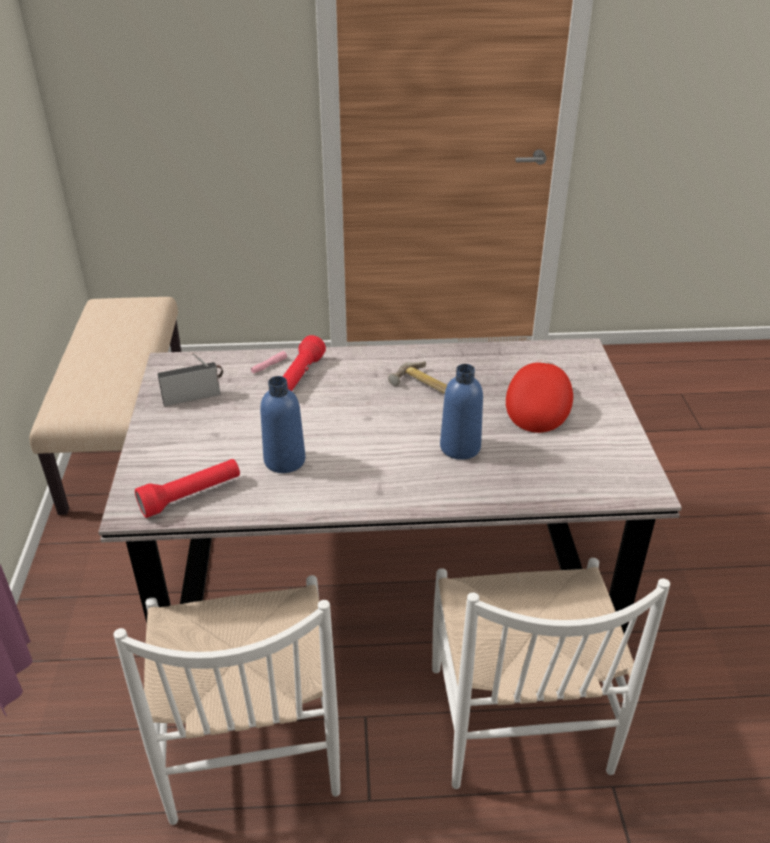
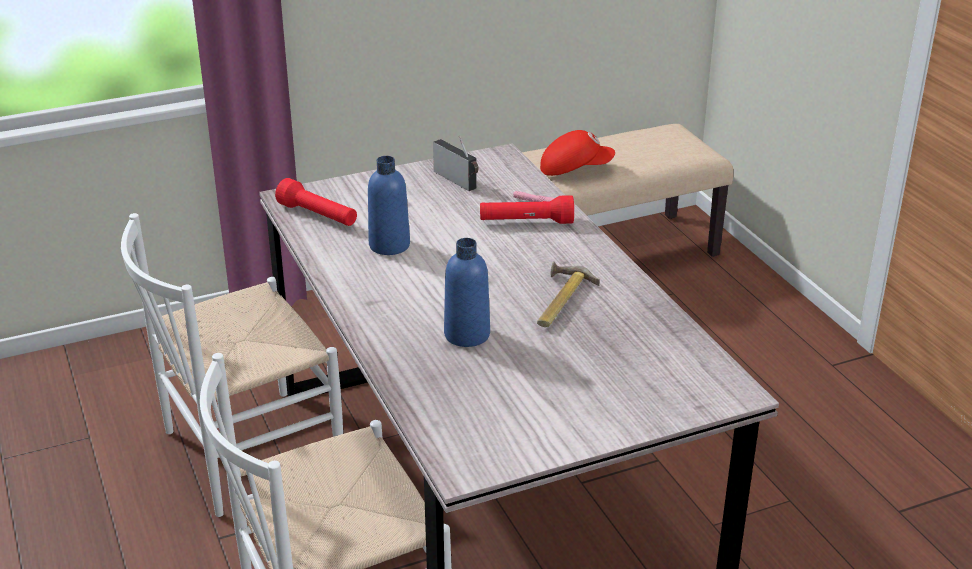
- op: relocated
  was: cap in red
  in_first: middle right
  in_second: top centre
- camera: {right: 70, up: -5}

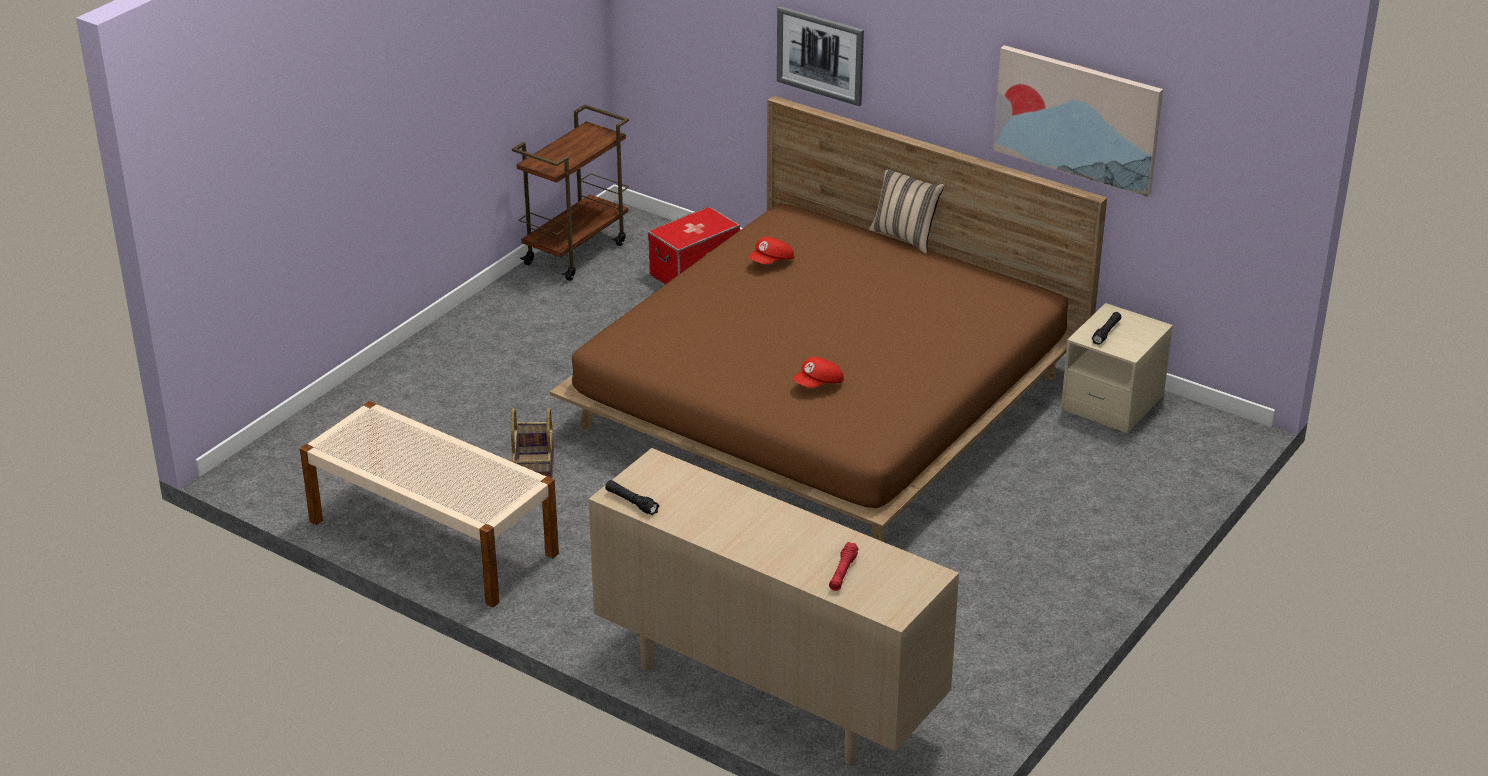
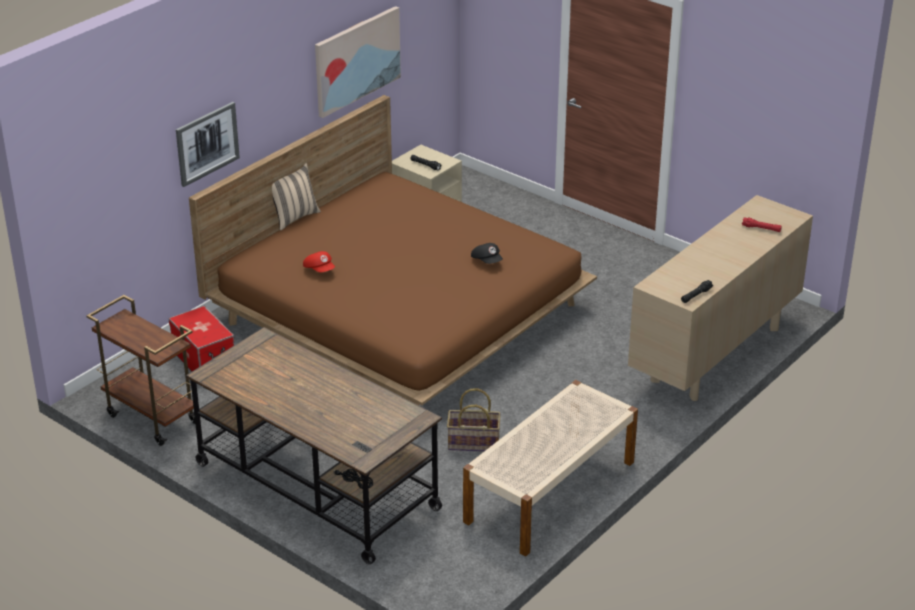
- op: colour
  was: cap in red (no. 2 from left)
  now: cap in black
  in_first: centre
  in_second: centre
- op: appeared
  now: desk in brown
  in_second: bottom centre
- camera: {right: -85, up: 0}

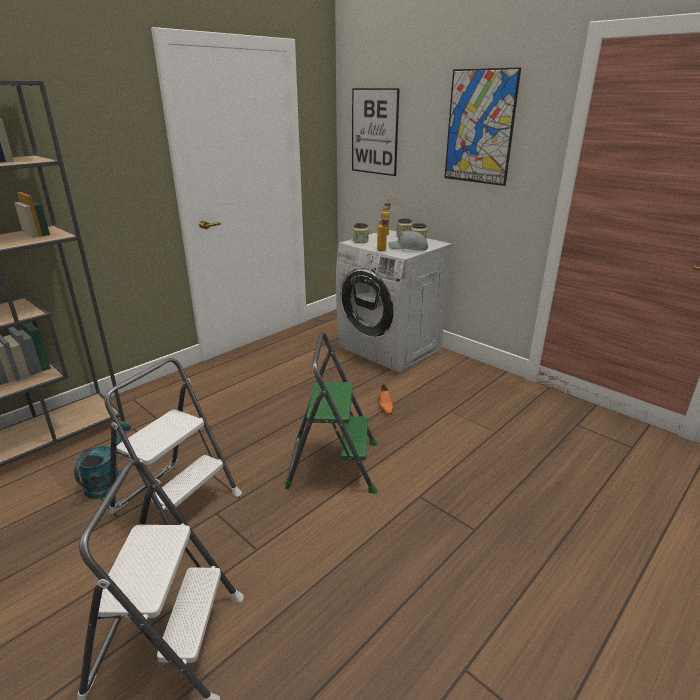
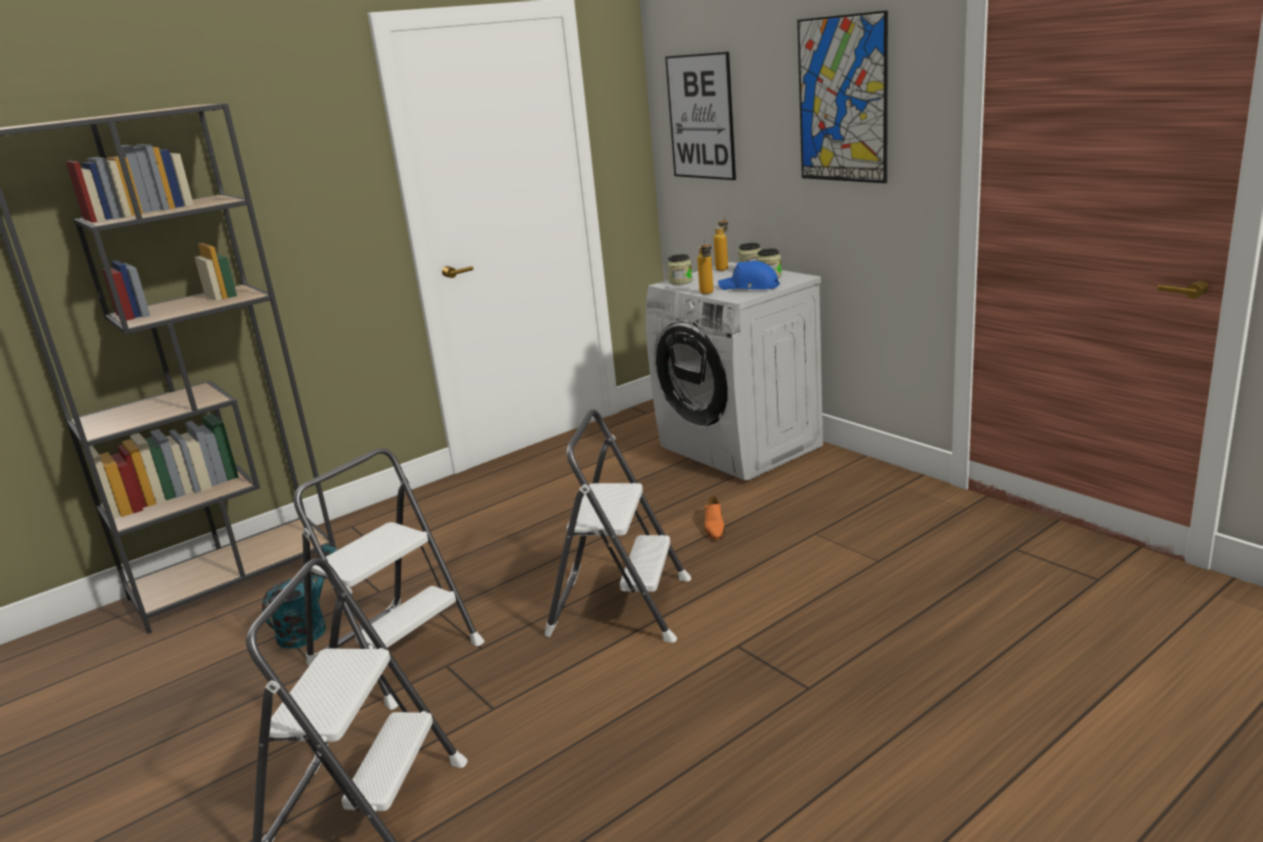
- op: colour
  was: cap in grey
  now: cap in blue
  in_first: centre
  in_second: top centre
- op: colour
  was: step ladder in green
  now: step ladder in white (no. 3 from left)
  in_first: centre
  in_second: centre
- camera: {right: 10, up: -5}

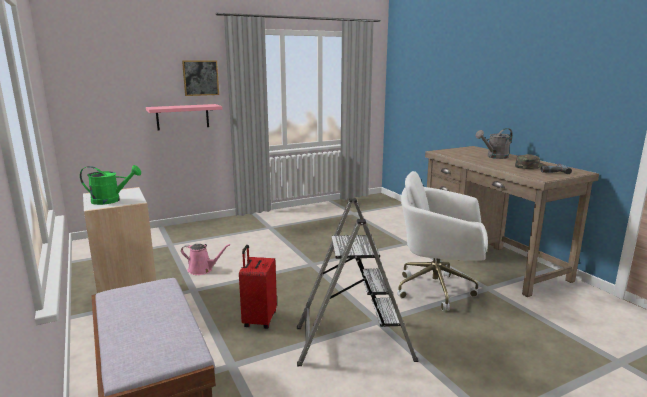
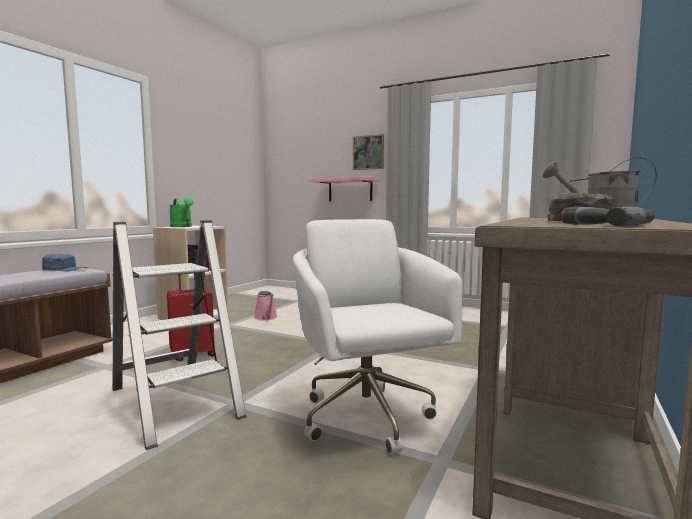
- op: appeared
  now: cap in blue
  in_second: middle left
- camera: {right: 55, up: -10}

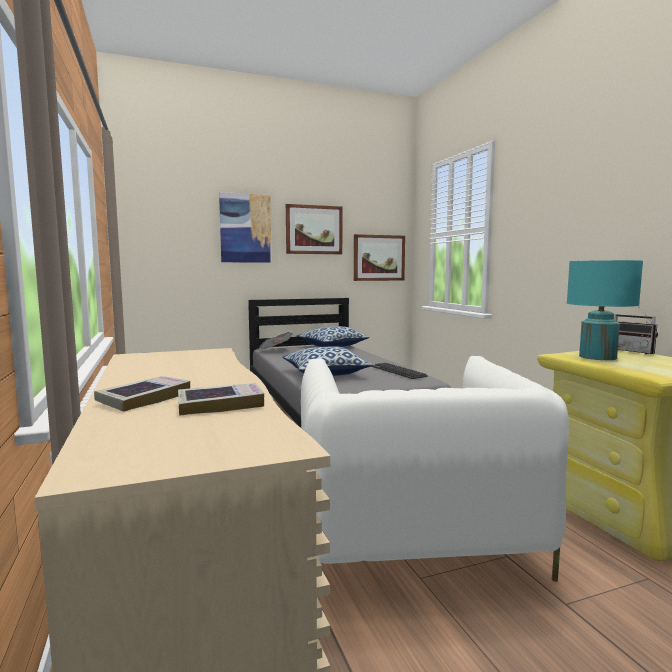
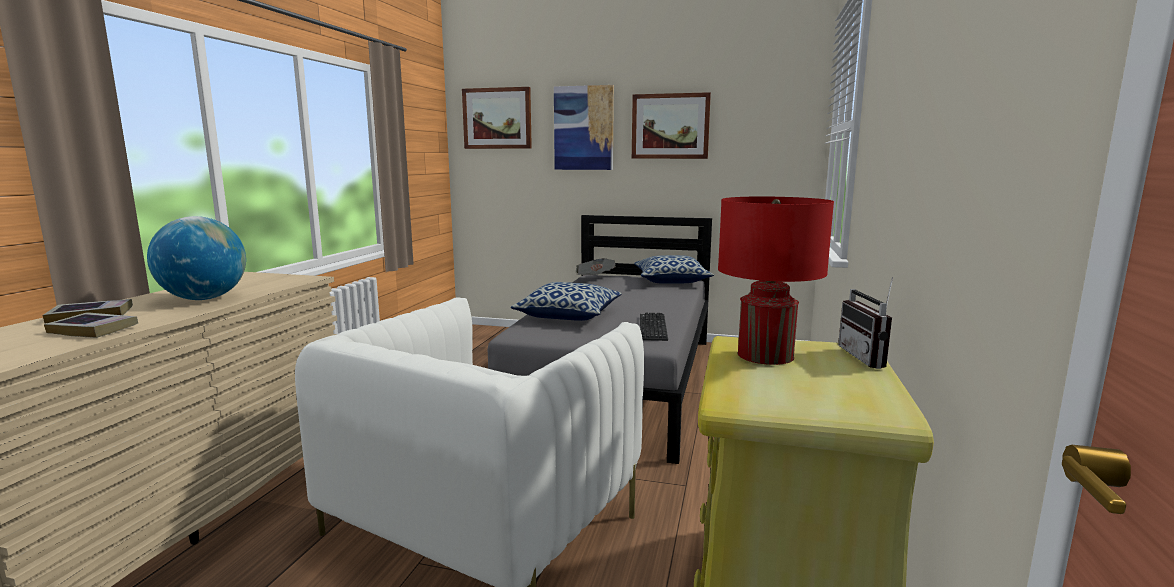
- op: relocated
  was: picture (no. 3 from left in the first image)
  now: picture (no. 1 from left)
  in_first: centre
  in_second: top centre
- op: colour
  was: table lamp in turquoise
  now: table lamp in red
  in_first: middle right
  in_second: centre
- op: appeared
  now: globe
  in_second: middle left
- camera: {right: 35, up: 5}

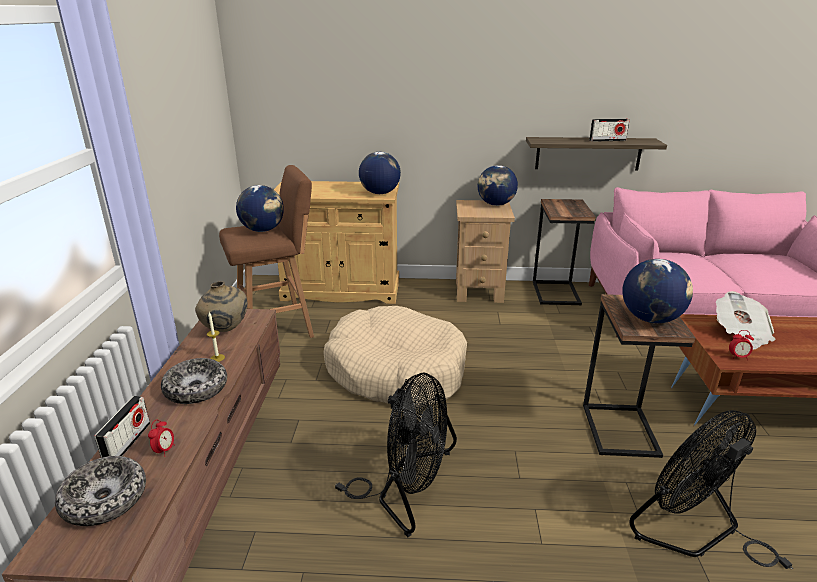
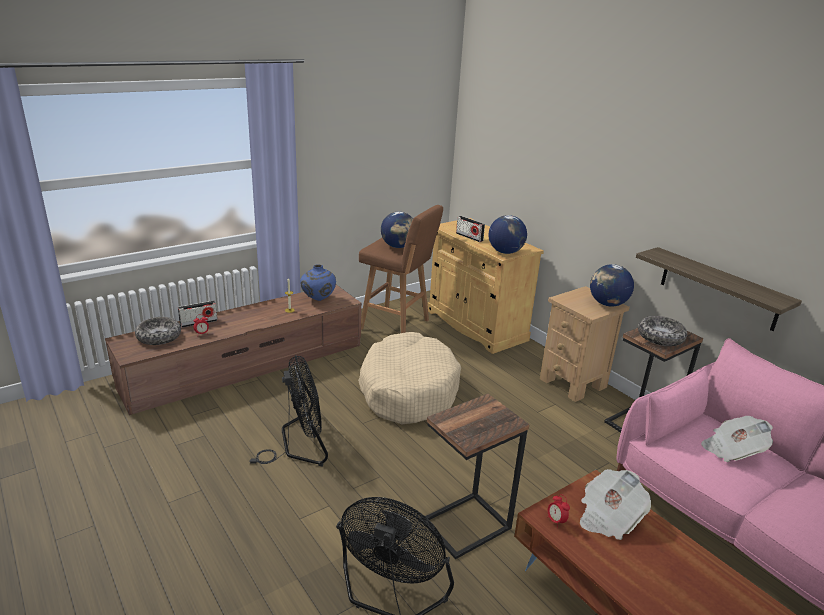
- op: relocated
  was: radio (no. 2 from left)
  in_first: top right
  in_second: centre
- op: missing
  was: globe (no. 4 from left)
  in_first: middle right
- op: colour
  was: vase in beige
  now: vase in blue
  in_first: middle left
  in_second: centre
- op: relocated
  was: bowl (no. 2 from left)
  in_first: middle left
  in_second: middle right
- op: spun
  was: fan in black (no. 1 from left)
  in_first: bottom centre
  in_second: bottom centre
  clockwise: -90
- op: appeared
  now: newspaper (no. 2 from left)
  in_second: bottom right
- camera: {right: 50, up: 0}

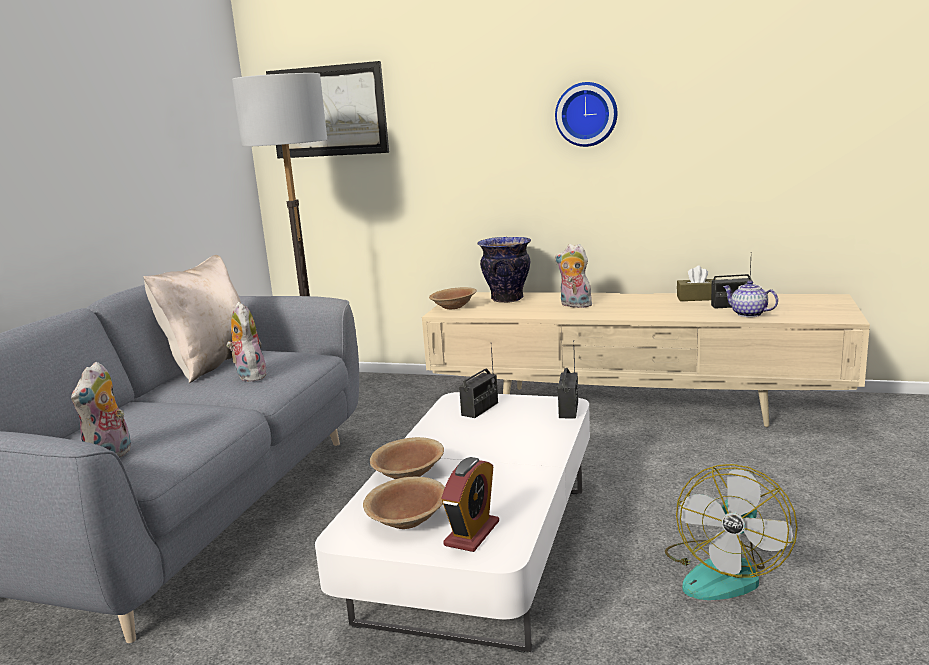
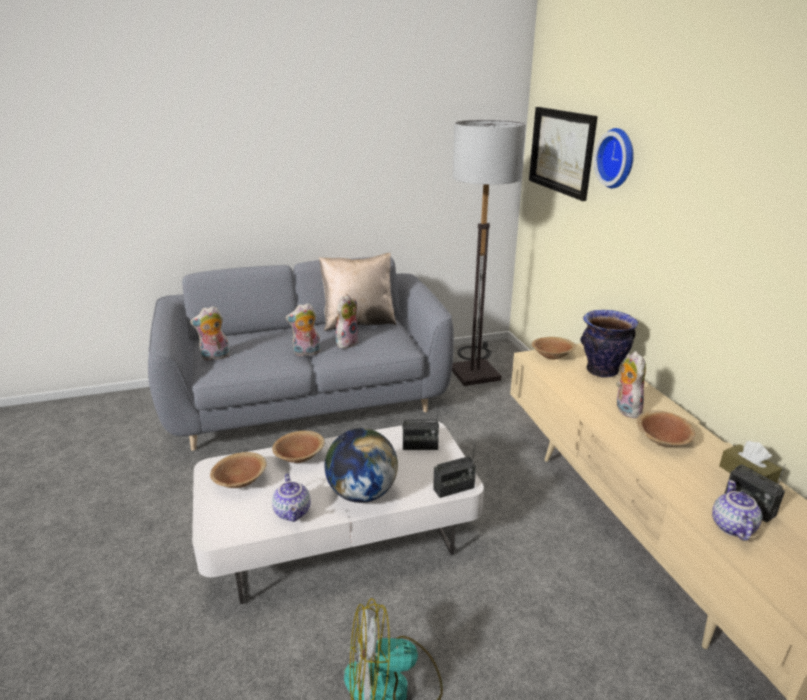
- op: relocated
  was: wall clock
  in_first: top centre
  in_second: top right
- op: missing
  was: alarm clock
  in_first: bottom centre
- op: appeared
  now: plush toy (no. 2 from left)
  in_second: centre
- op: appeared
  now: bowl in brown (no. 4 from left)
  in_second: middle right
- op: appeared
  now: globe
  in_second: centre
- op: appeared
  now: teapot (no. 1 from left)
  in_second: bottom centre
- camera: {right: 55, up: 10}

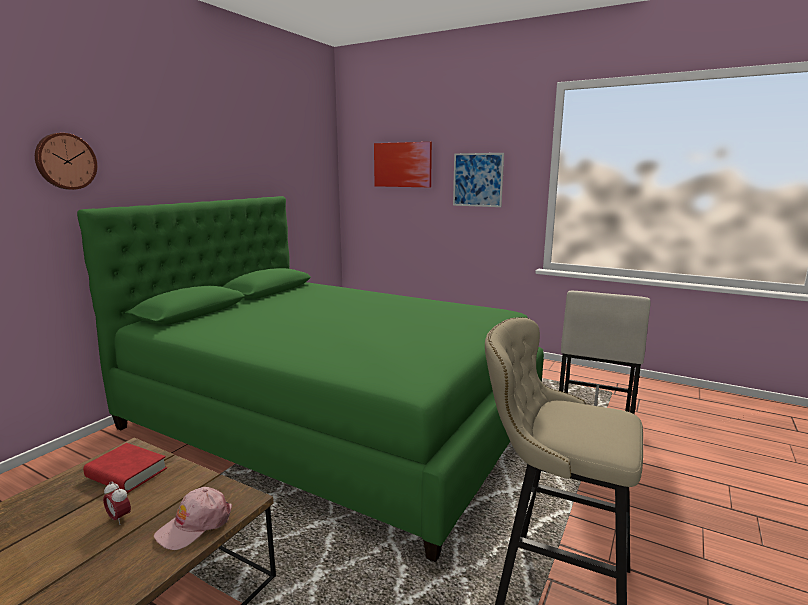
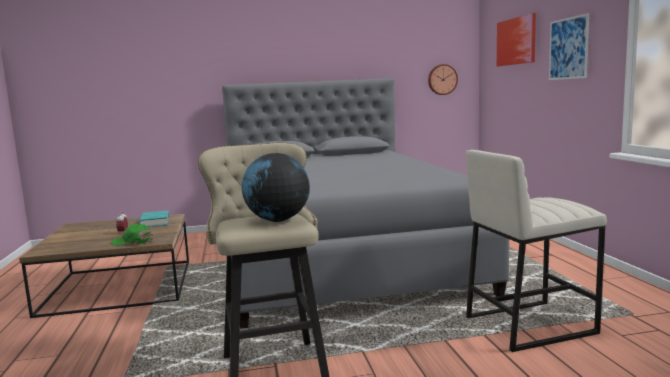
- op: relocated
  was: wall clock
  in_first: top left
  in_second: top centre
- op: colour
  was: bed in green
  now: bed in grey
  in_first: centre
  in_second: centre
- op: colour
  was: book in red
  now: book in turquoise
  in_first: bottom left
  in_second: middle left
- op: colour
  was: cap in pink
  now: cap in green
  in_first: bottom left
  in_second: middle left
- op: appeared
  now: globe
  in_second: centre
- camera: {right: 50, up: -5}

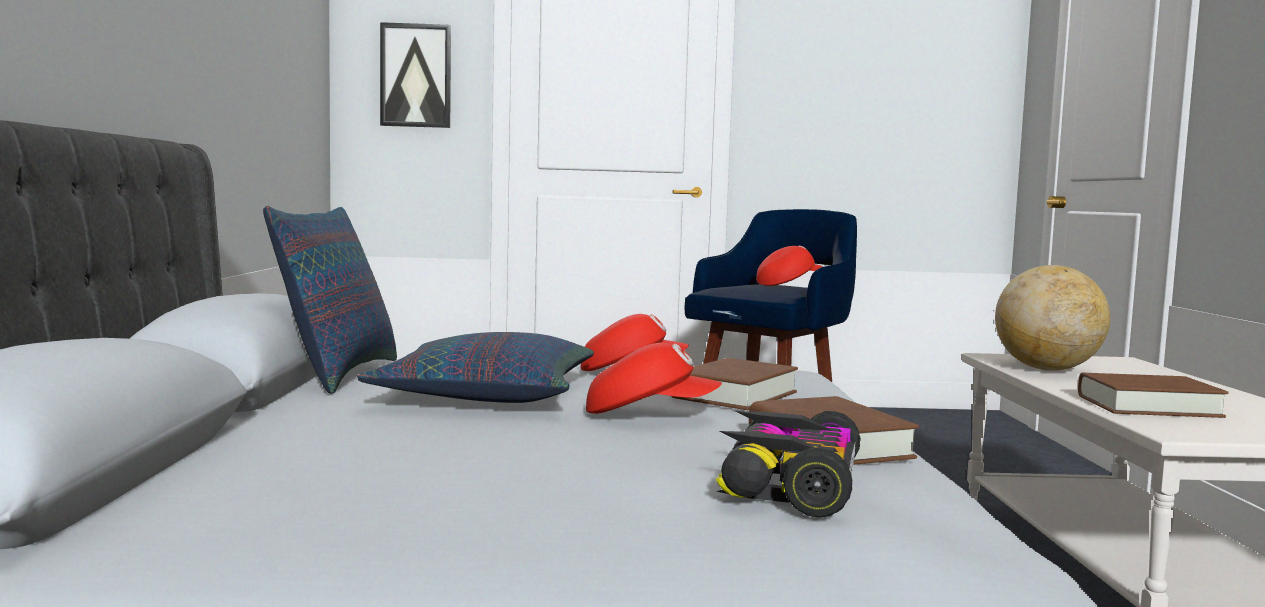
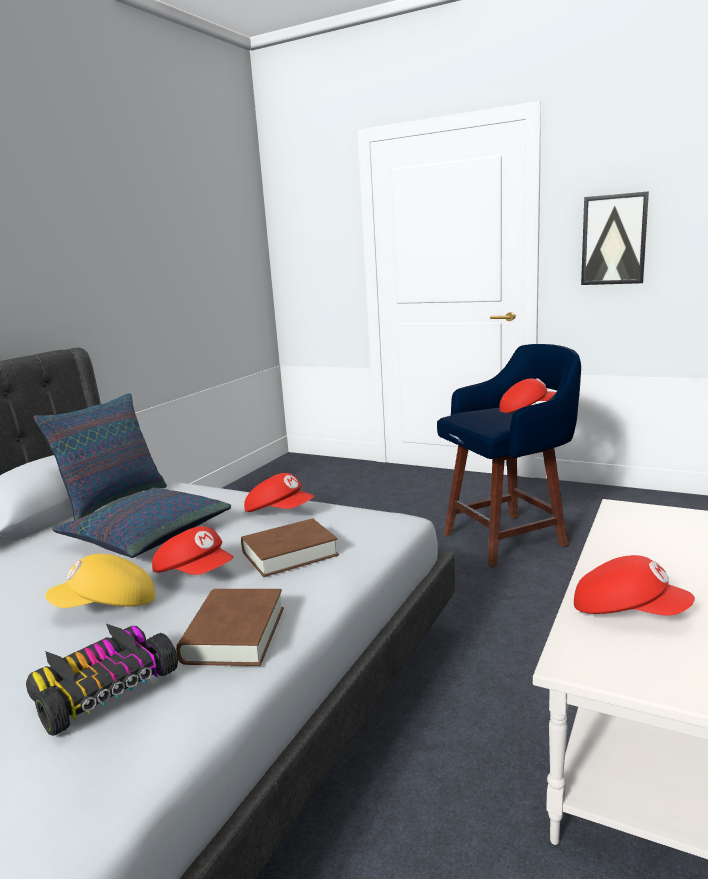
- op: relocated
  was: picture
  in_first: top left
  in_second: top right
- op: missing
  was: globe
  in_first: middle right
- op: exchanged
  was: book in brown (no. 3 from left)
  now: cap in red (no. 4 from left)
  in_first: middle right
  in_second: middle right
- op: appeared
  now: cap in yellow
  in_second: middle left
- camera: {right: 30, up: 10}

